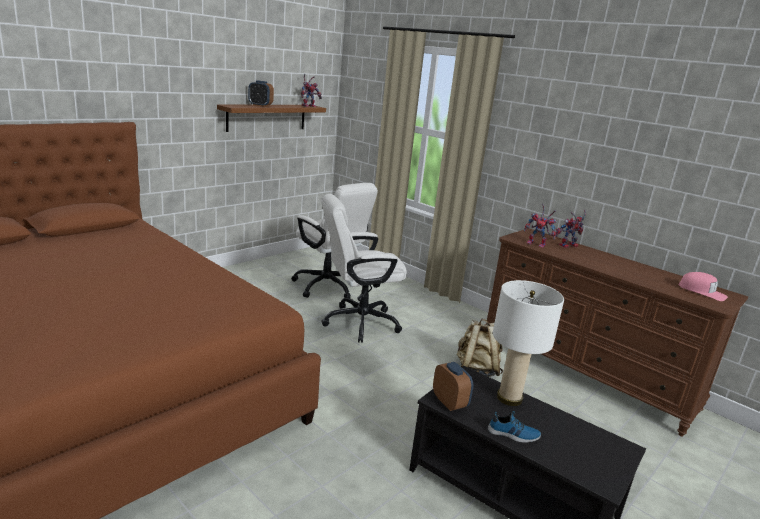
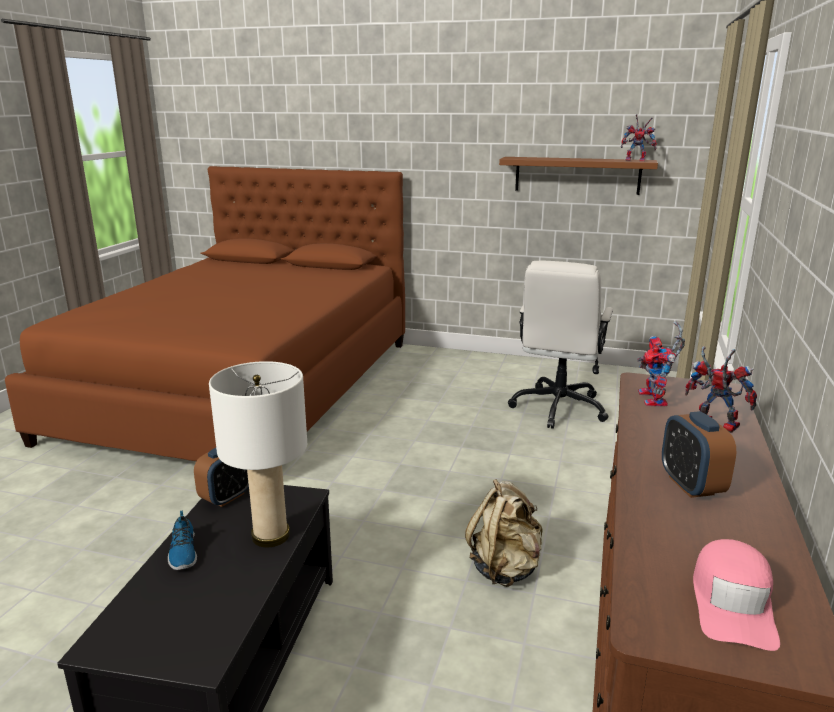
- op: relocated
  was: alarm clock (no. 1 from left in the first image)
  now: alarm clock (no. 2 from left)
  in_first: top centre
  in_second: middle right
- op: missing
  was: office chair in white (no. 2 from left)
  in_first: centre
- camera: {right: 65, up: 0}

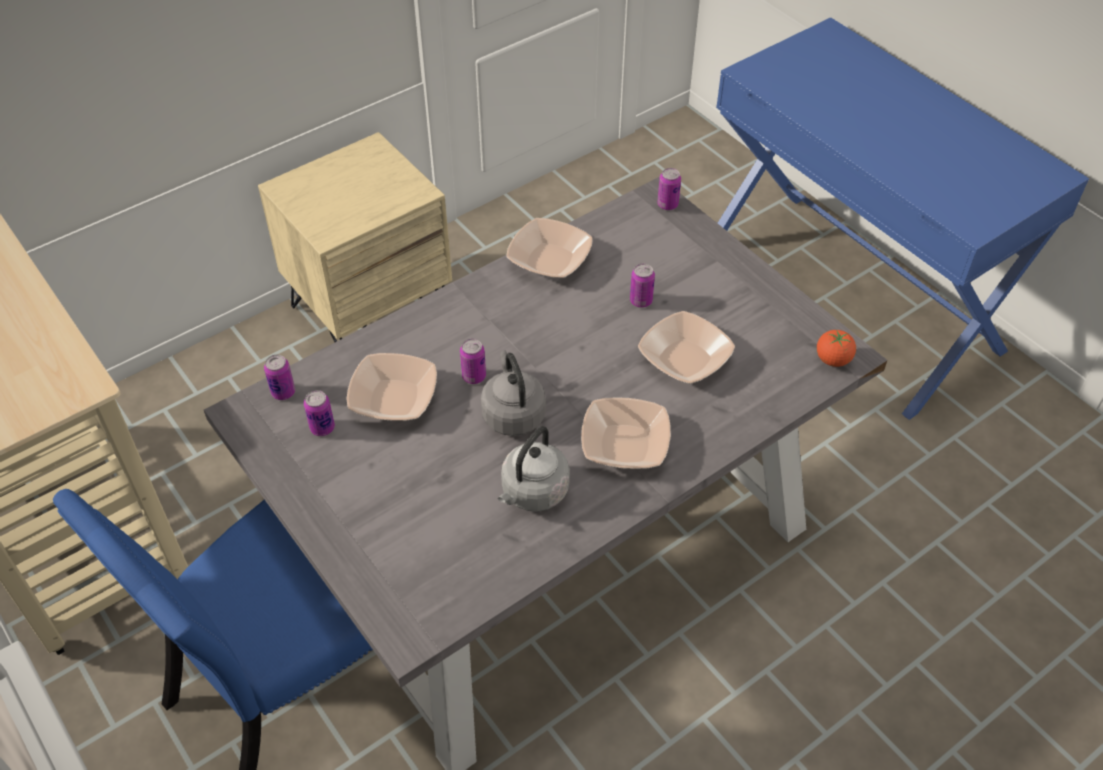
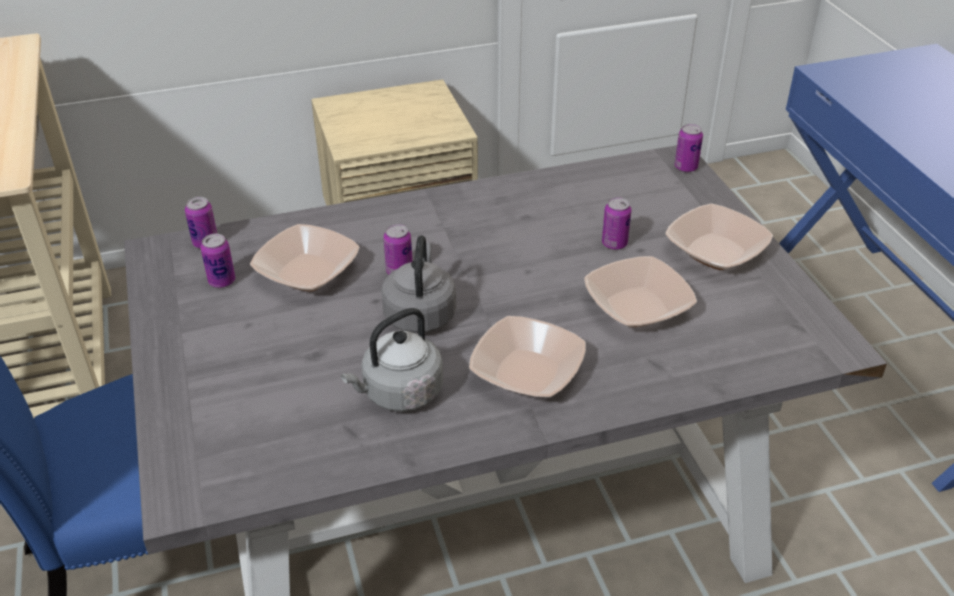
- op: relocated
  was: bowl (no. 2 from left in the first image)
  now: bowl (no. 4 from left)
  in_first: top centre
  in_second: middle right
- op: missing
  was: tomato
  in_first: middle right
- camera: {right: 20, up: -10}

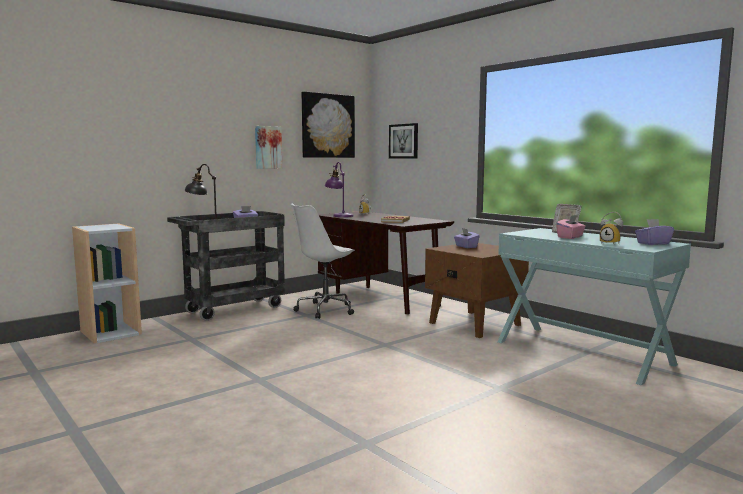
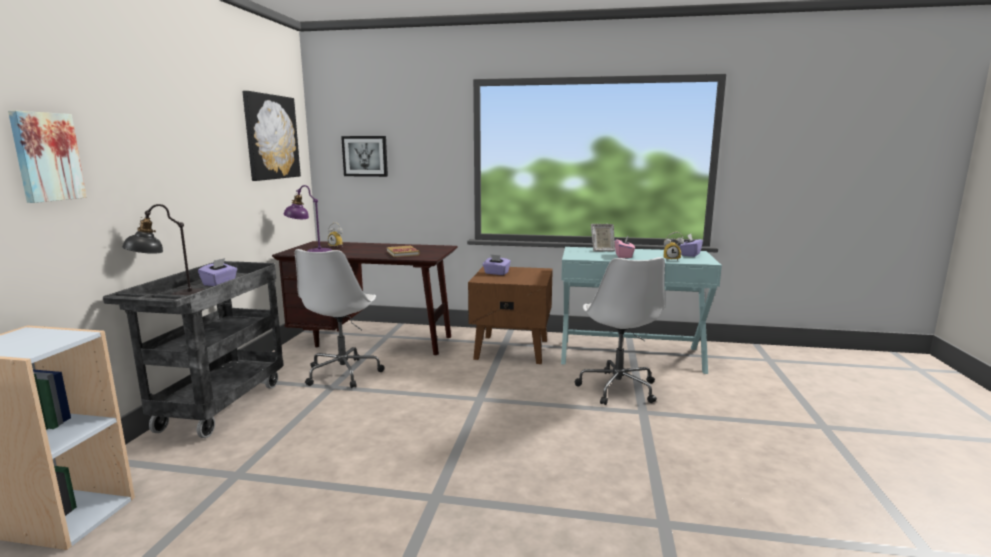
- op: relocated
  was: picture (no. 1 from left)
  in_first: top centre
  in_second: top left
- op: appeared
  now: office chair in white (no. 2 from left)
  in_second: centre
- camera: {right: -40, up: 5}

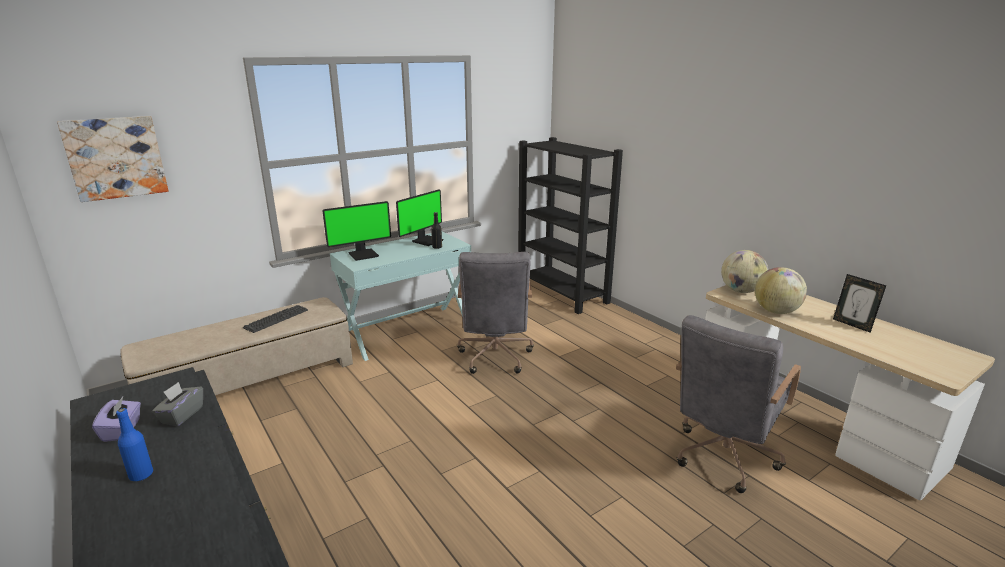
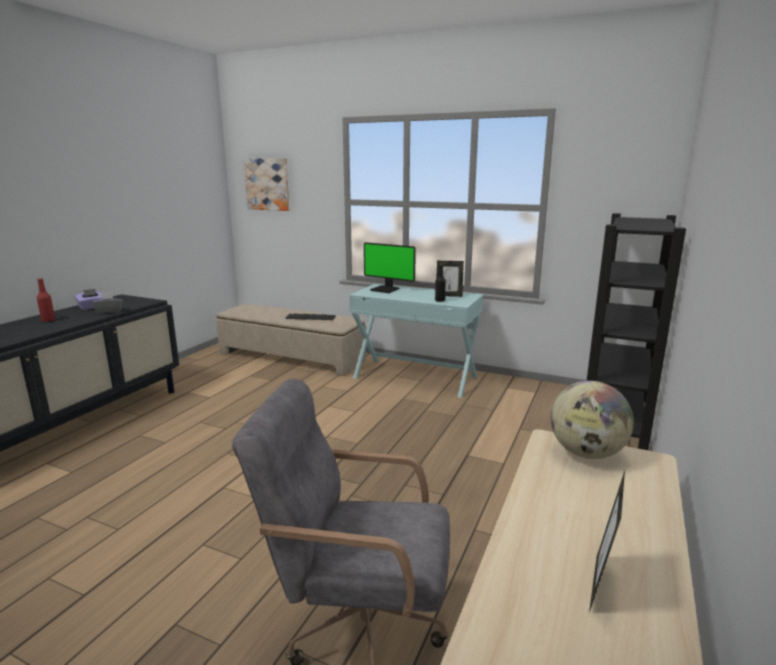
- op: exchanged
  was: monitor (no. 2 from left)
  now: picture frame (no. 1 from left)
  in_first: centre
  in_second: centre
- op: missing
  was: office chair in grey (no. 1 from left)
  in_first: centre
- op: missing
  was: globe (no. 2 from left)
  in_first: middle right
- op: colour
  was: bottle in blue
  now: bottle in red
  in_first: bottom left
  in_second: middle left
- camera: {right: 60, up: -5}

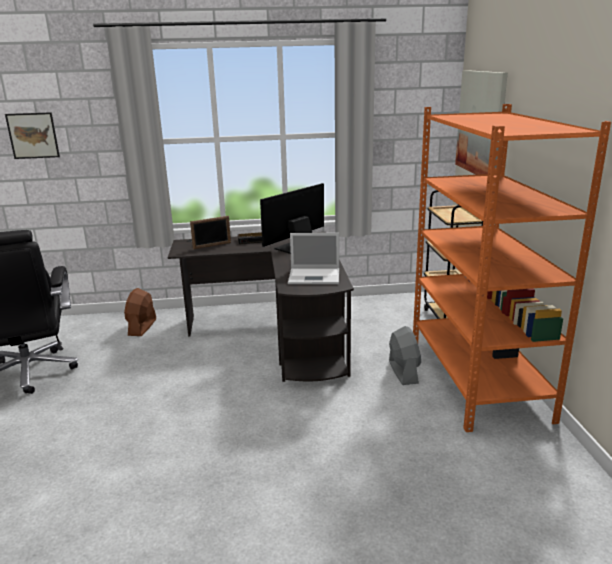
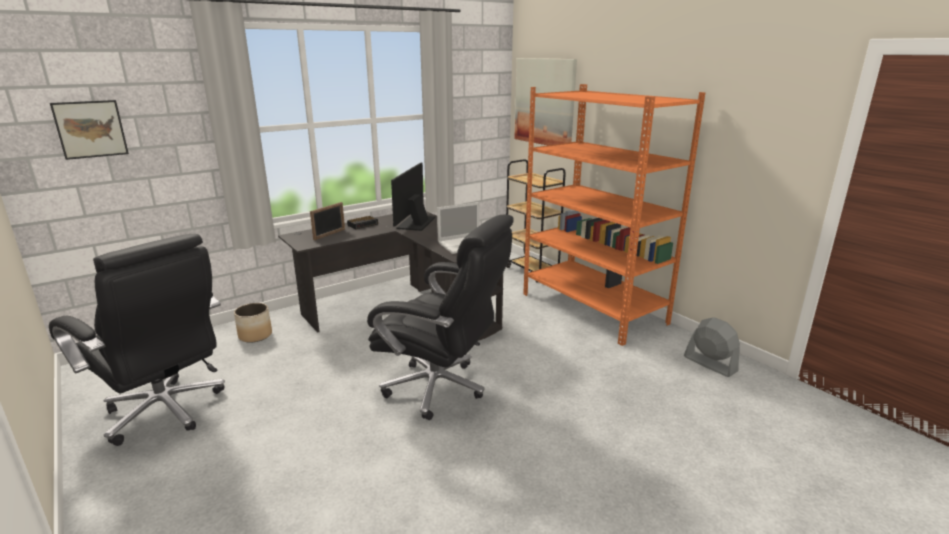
- op: exchanged
  was: fan in brown
  now: planter
  in_first: middle left
  in_second: middle left
- op: relocated
  was: fan in grey
  in_first: centre
  in_second: middle right
- op: appeared
  now: office chair in black (no. 2 from left)
  in_second: centre
- camera: {right: -30, up: 0}

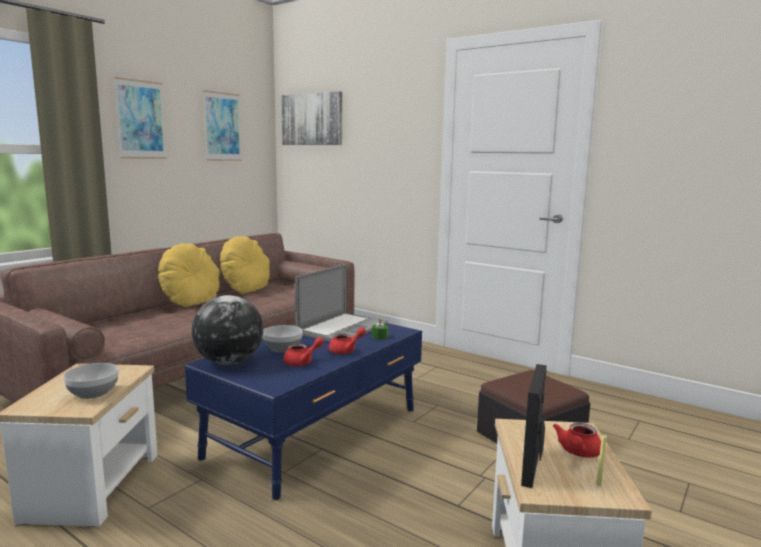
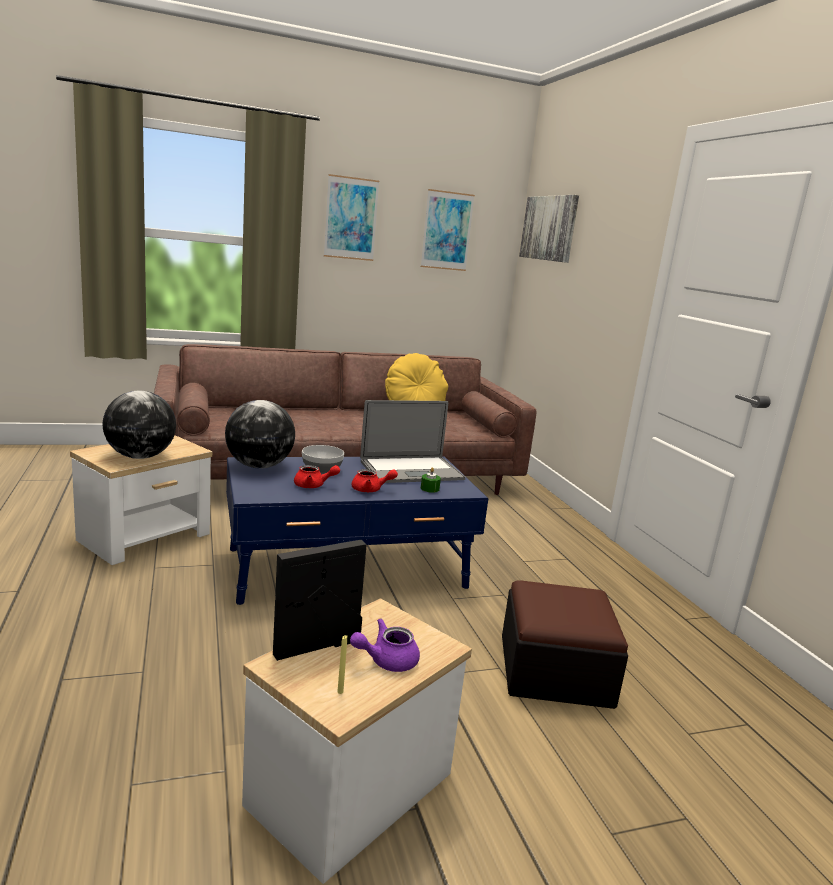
- op: missing
  was: pillow in yellow (no. 1 from left)
  in_first: middle left
- op: exchanged
  was: bowl (no. 1 from left)
  now: globe (no. 1 from left)
  in_first: bottom left
  in_second: middle left
- op: colour
  was: teapot in red (no. 3 from left)
  now: teapot in purple
  in_first: bottom right
  in_second: bottom centre
- camera: {right: 35, up: 5}

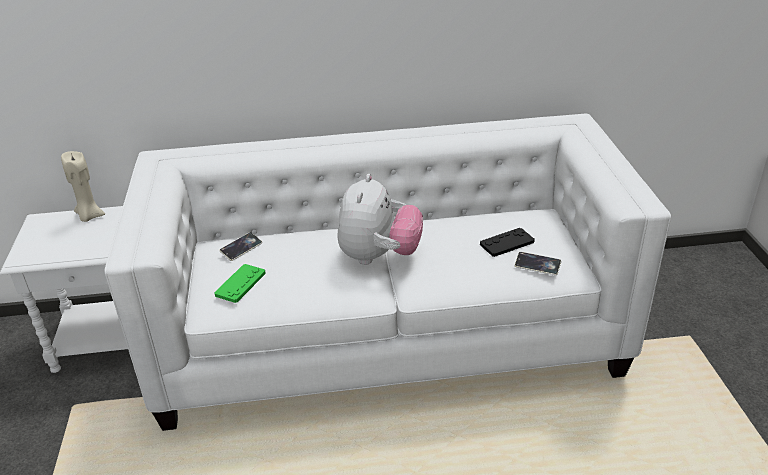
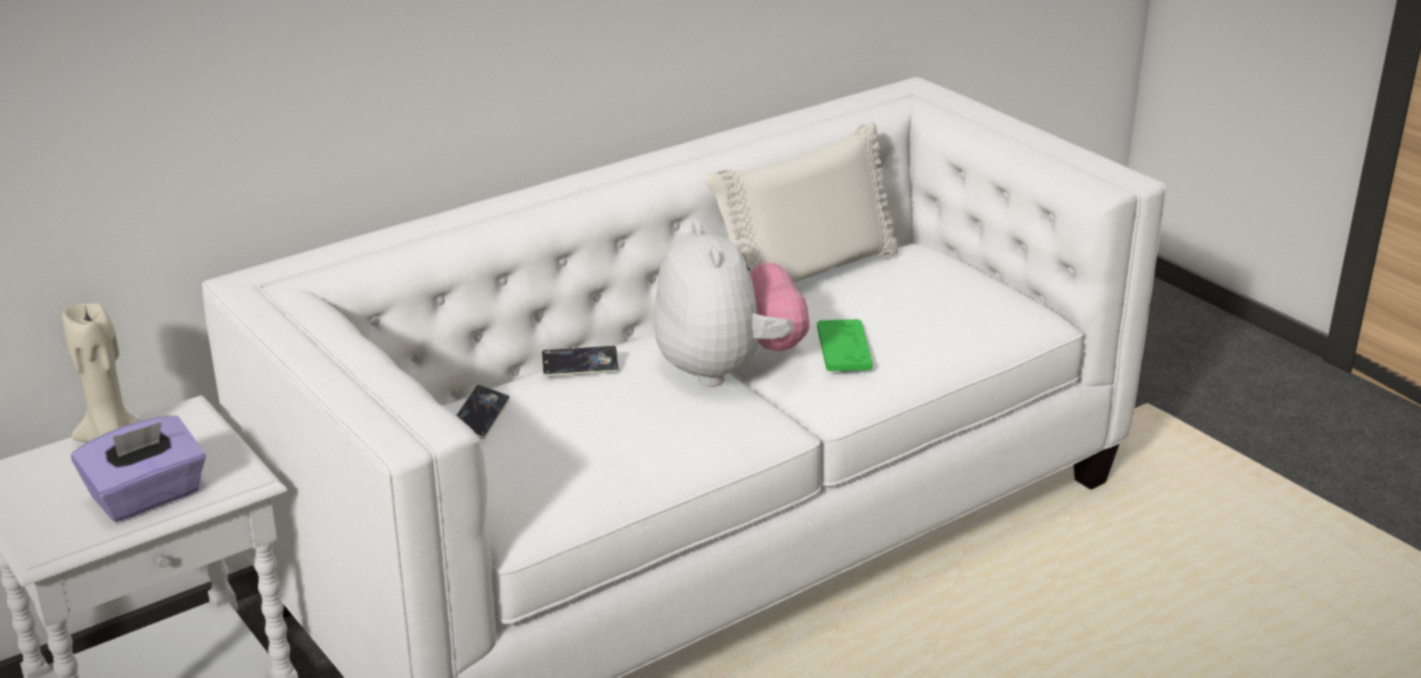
- op: missing
  was: game controller in black
  in_first: centre
- op: relocated
  was: phone (no. 2 from left)
  in_first: middle right
  in_second: centre
- op: relocated
  was: game controller in green
  in_first: middle left
  in_second: centre
- op: appeared
  now: pillow in white
  in_second: top centre
- op: appeared
  now: tissue box in purple
  in_second: bottom left
- camera: {right: -30, up: -5}

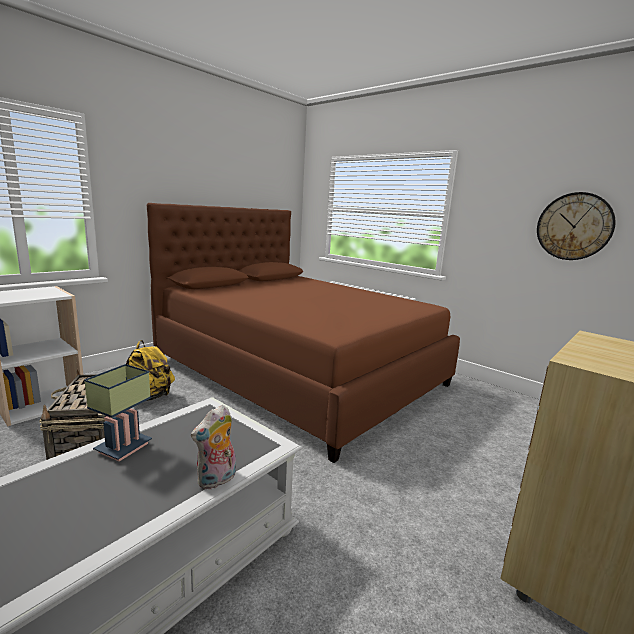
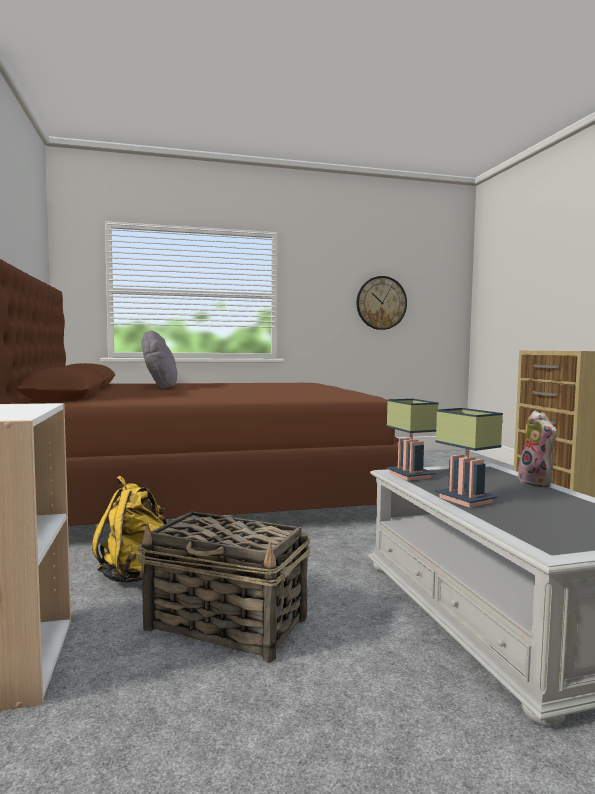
- op: appeared
  now: pillow in grey
  in_second: middle left
- op: appeared
  now: table lamp (no. 1 from left)
  in_second: middle right
- camera: {right: -55, up: -10}

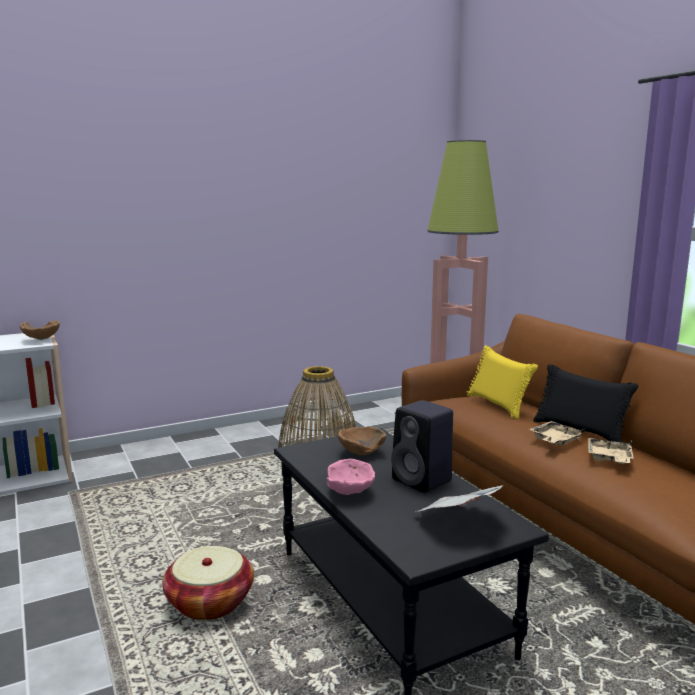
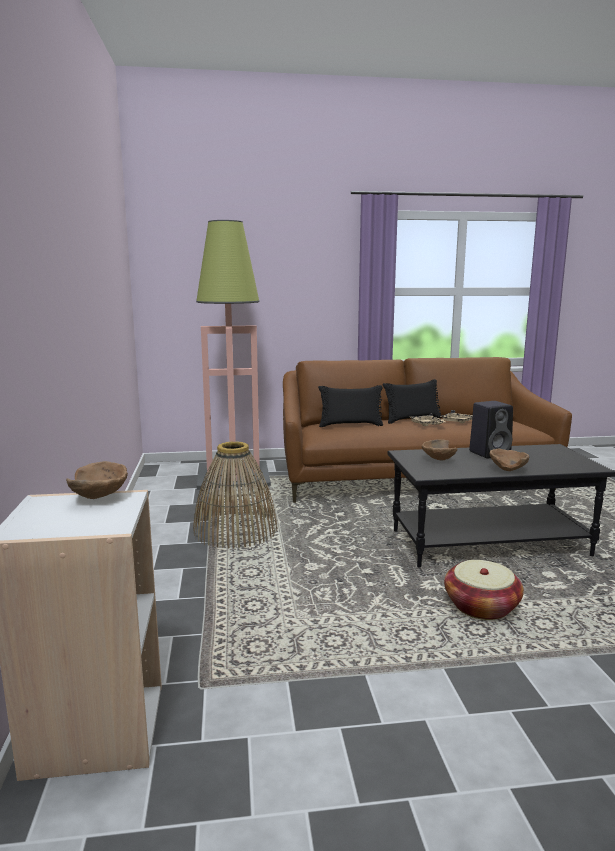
- op: colour
  was: pillow in yellow
  now: pillow in black (no. 1 from left)
  in_first: middle right
  in_second: centre
- op: colour
  was: bowl in pink
  now: bowl in brown (no. 3 from left)
  in_first: bottom centre
  in_second: middle right
- op: missing
  was: newspaper
  in_first: bottom centre
- camera: {right: -70, up: 0}

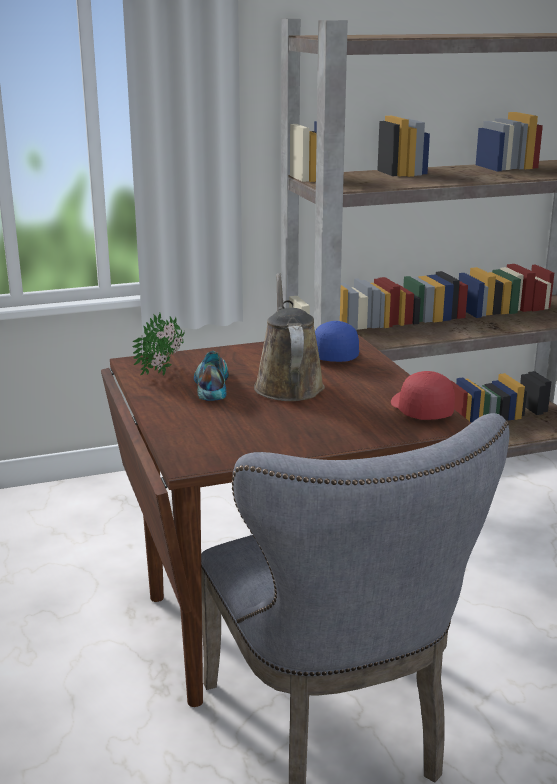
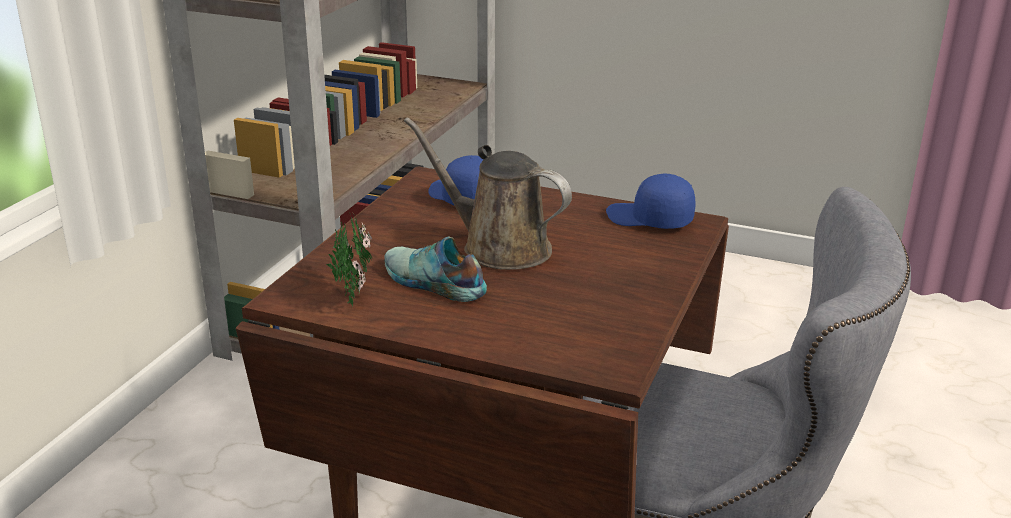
- op: colour
  was: cap in red
  now: cap in blue (no. 2 from left)
  in_first: middle right
  in_second: centre
- camera: {right: -50, up: 5}

